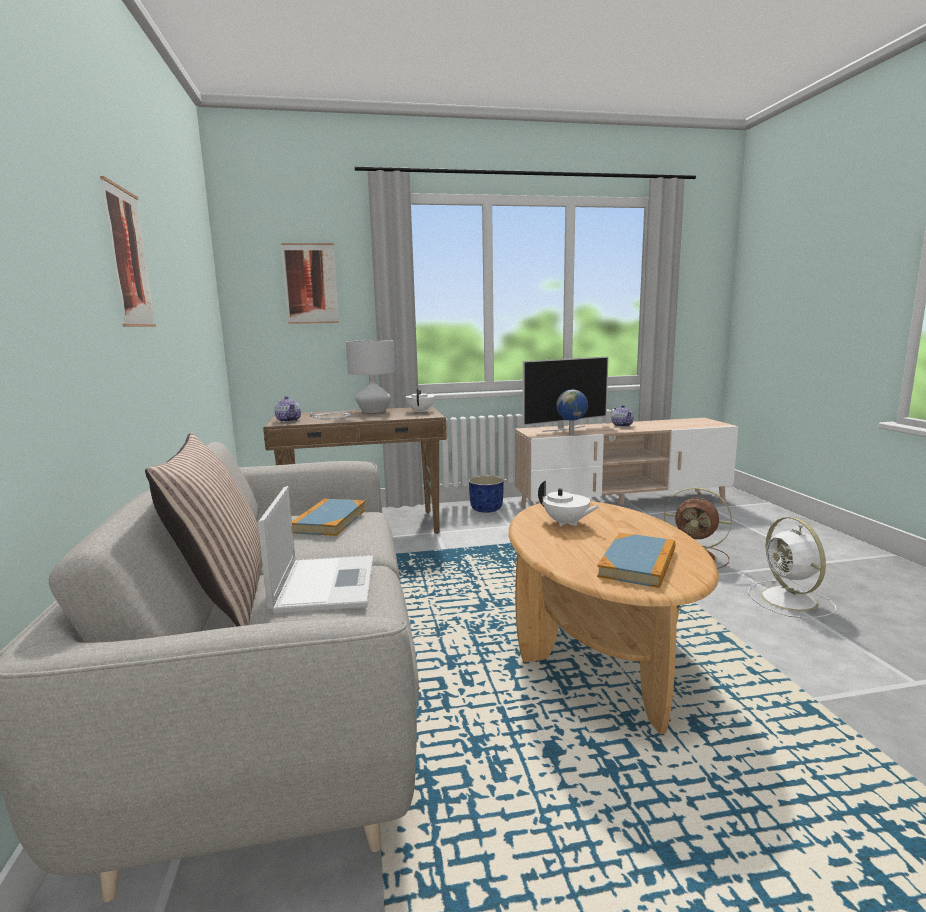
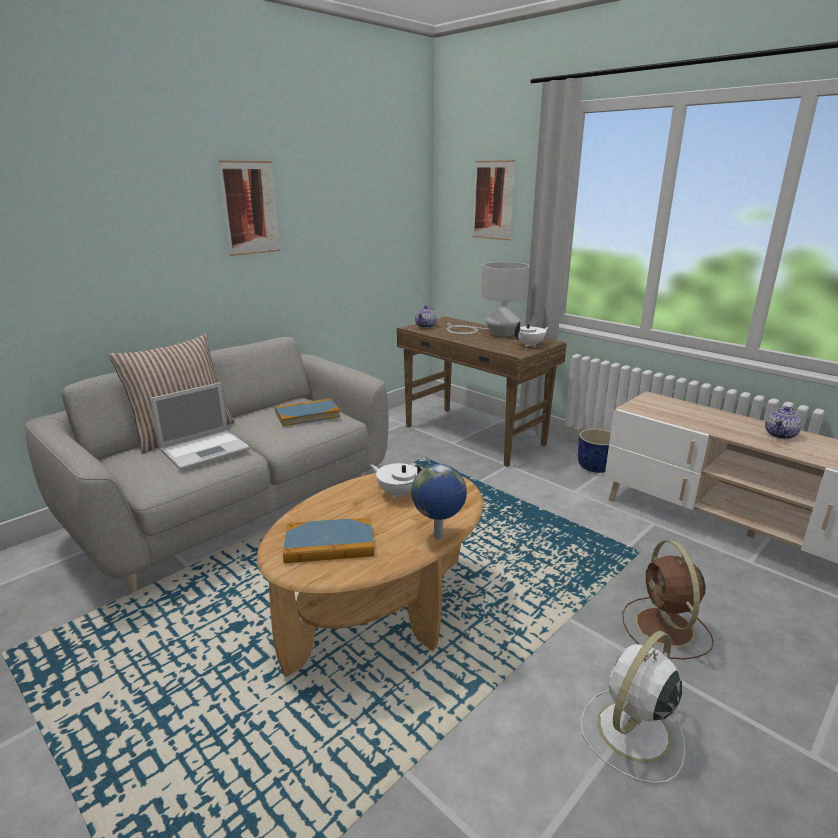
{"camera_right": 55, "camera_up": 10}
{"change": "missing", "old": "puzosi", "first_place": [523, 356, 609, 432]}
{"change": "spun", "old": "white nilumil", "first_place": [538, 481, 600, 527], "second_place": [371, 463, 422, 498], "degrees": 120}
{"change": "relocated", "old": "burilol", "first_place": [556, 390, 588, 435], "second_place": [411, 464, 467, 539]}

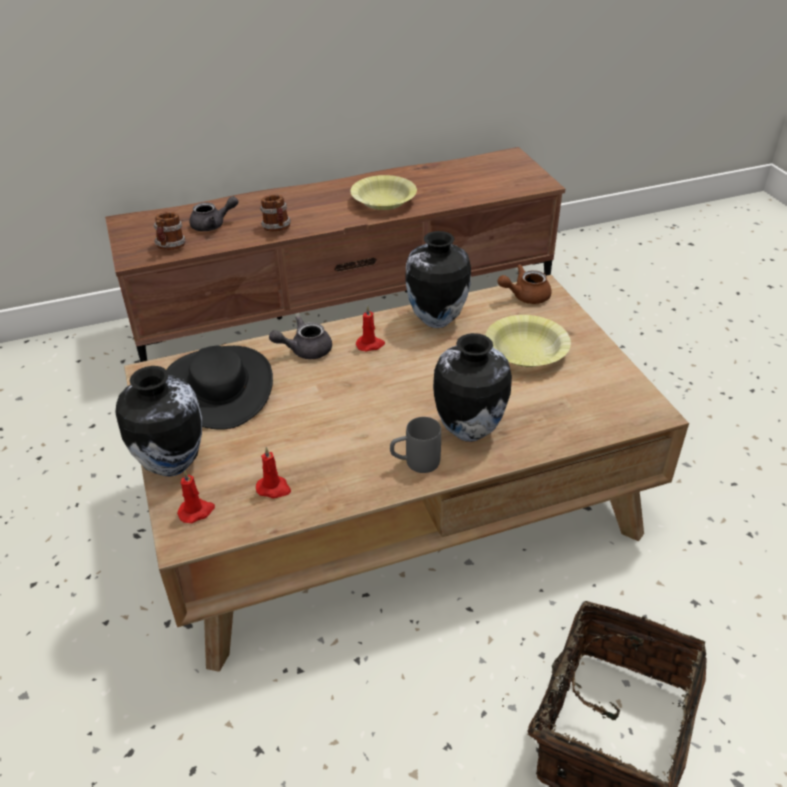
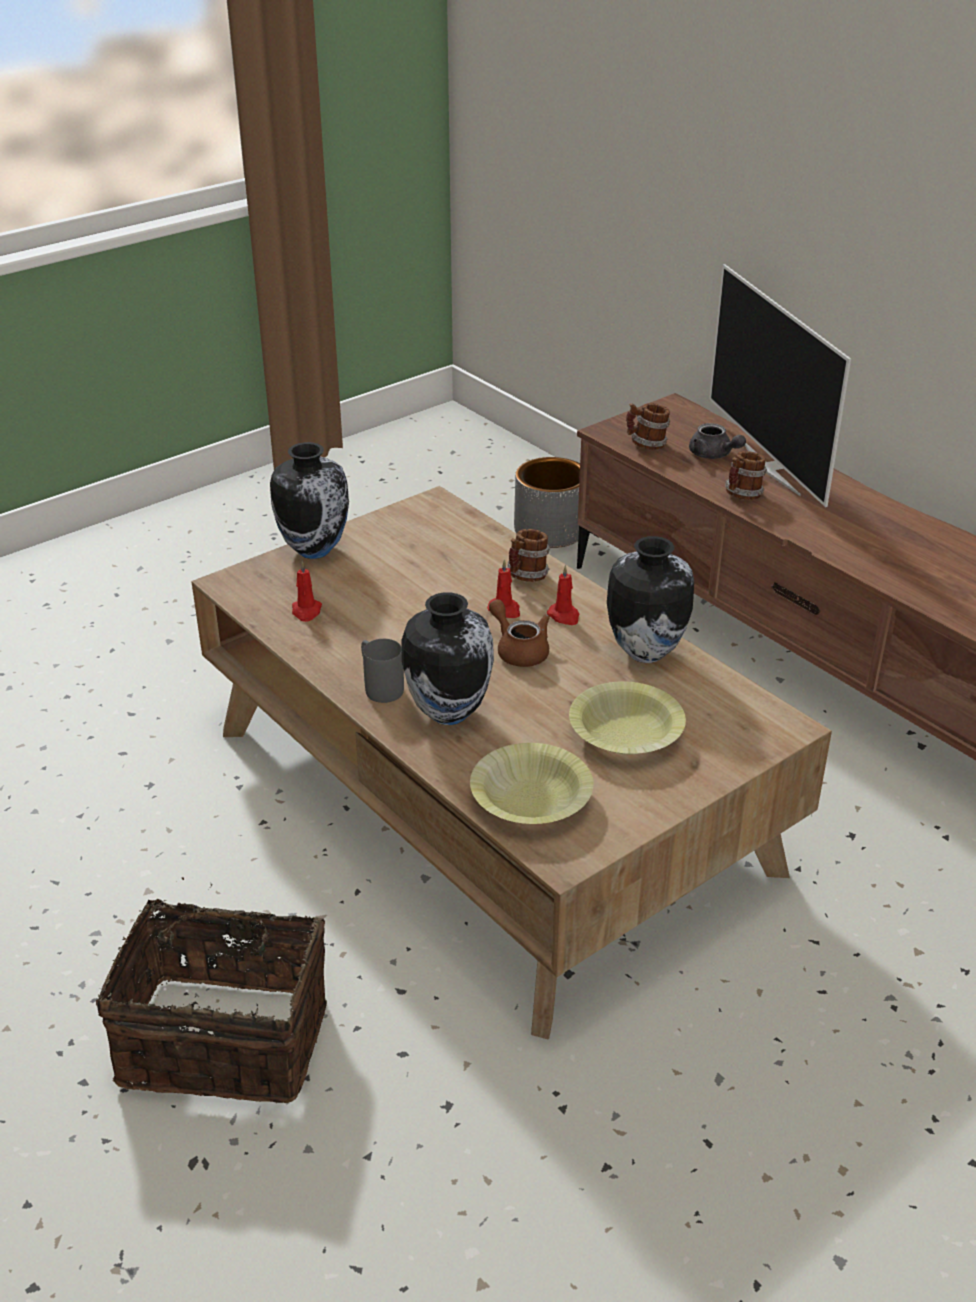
{"camera_right": 70, "camera_up": -5}
{"change": "missing", "old": "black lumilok", "first_place": [166, 346, 273, 430]}
{"change": "relocated", "old": "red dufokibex", "first_place": [177, 471, 215, 523], "second_place": [487, 559, 520, 618]}
{"change": "exchanged", "old": "grey nilumil", "new": "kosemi", "first_place": [269, 316, 332, 359], "second_place": [507, 529, 550, 582]}
{"change": "relocated", "old": "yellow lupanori", "first_place": [350, 175, 417, 210], "second_place": [470, 743, 593, 824]}
{"change": "relocated", "old": "brown nilumil", "first_place": [497, 264, 552, 304], "second_place": [489, 599, 550, 667]}
{"change": "appeared", "new": "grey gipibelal", "second_place": [514, 457, 580, 548]}
{"change": "appeared", "new": "puzosi", "second_place": [709, 264, 851, 507]}

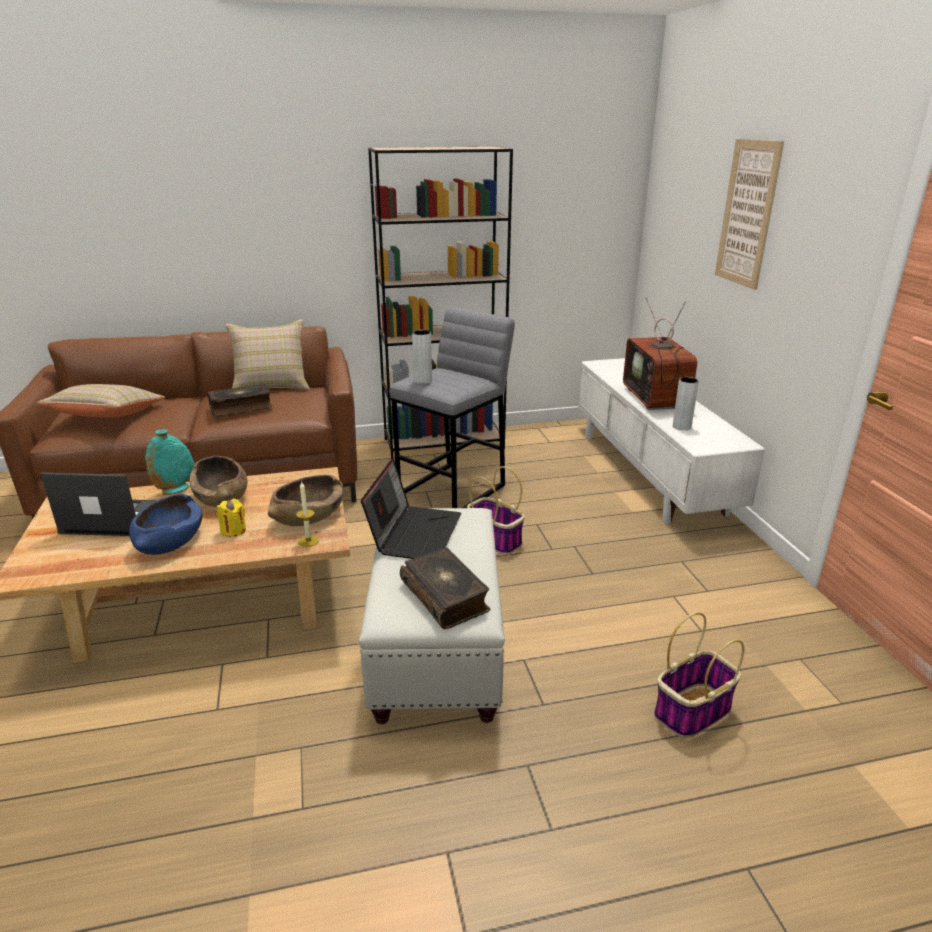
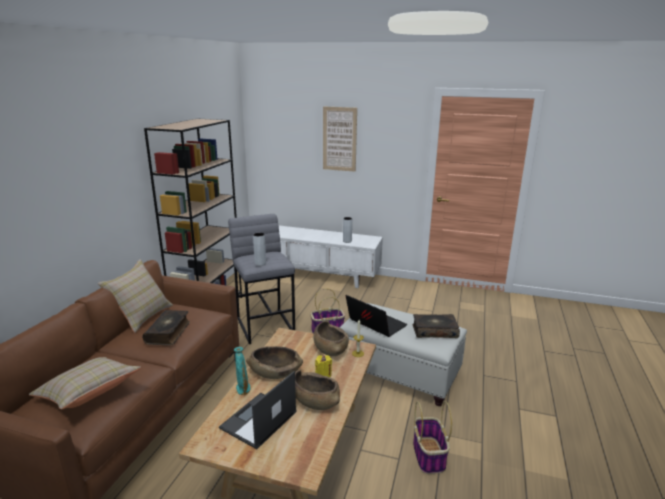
{"camera_right": -60, "camera_up": -5}
{"change": "colour", "old": "blue lupanori", "new": "brown lupanori", "first_place": [129, 493, 203, 555], "second_place": [295, 370, 340, 410]}
{"change": "missing", "old": "puzosi", "first_place": [623, 298, 697, 410]}
{"change": "relocated", "old": "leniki", "first_place": [654, 612, 744, 738], "second_place": [413, 401, 452, 474]}

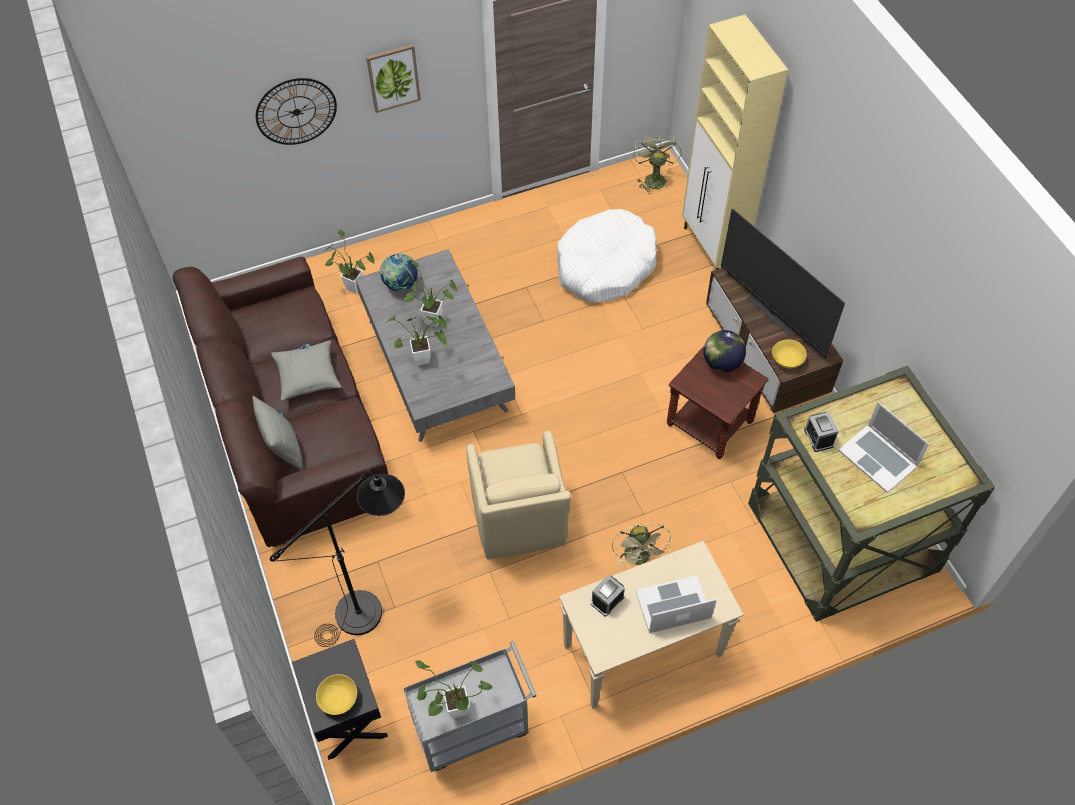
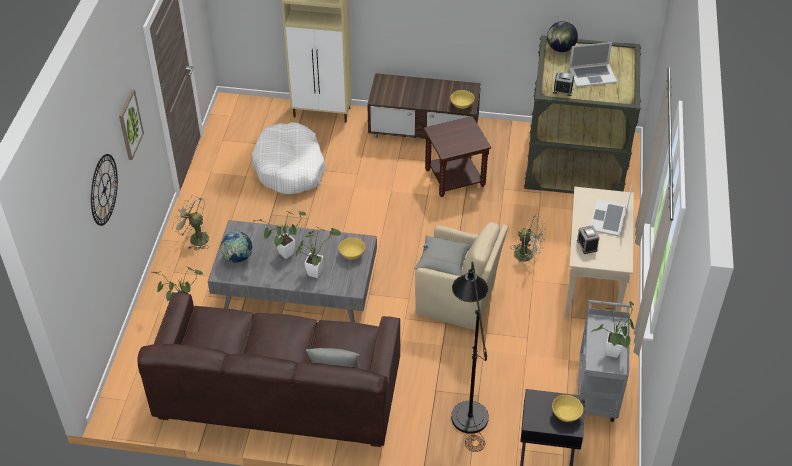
{"camera_right": -60, "camera_up": -10}
{"change": "relocated", "old": "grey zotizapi", "first_place": [271, 341, 341, 401], "second_place": [414, 235, 472, 276]}
{"change": "relocated", "old": "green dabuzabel", "first_place": [633, 132, 682, 194], "second_place": [172, 195, 209, 251]}
{"change": "relocated", "old": "burilol", "first_place": [703, 330, 746, 372], "second_place": [547, 21, 578, 52]}
{"change": "missing", "old": "puzosi", "first_place": [721, 209, 845, 358]}
{"change": "appeared", "new": "yellow lupanori", "second_place": [338, 238, 365, 260]}

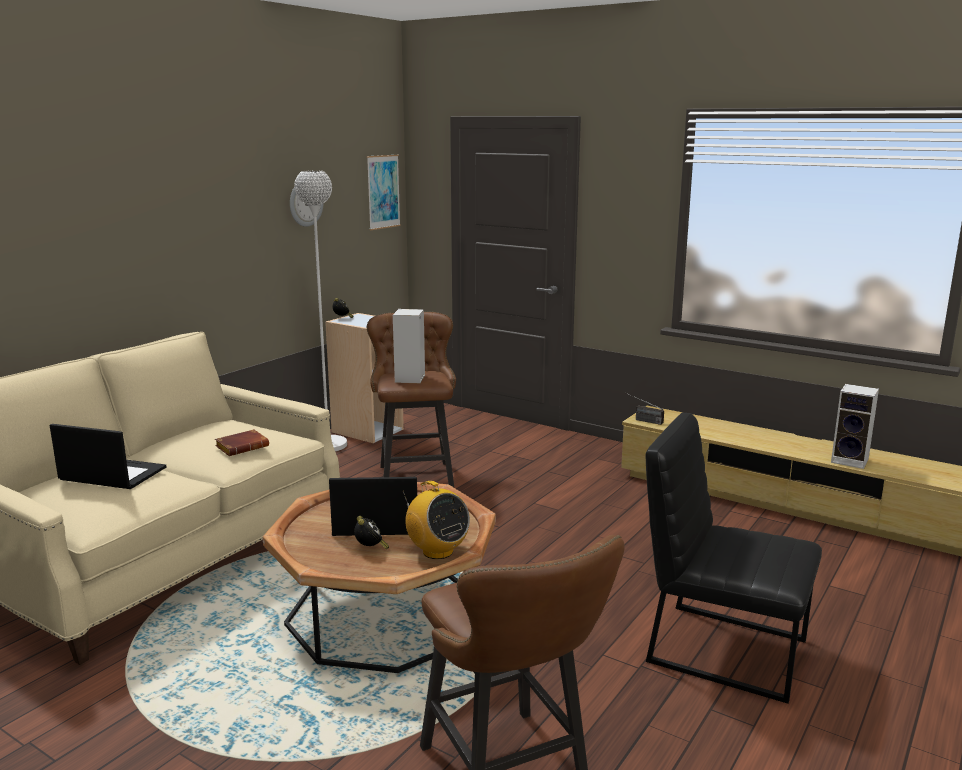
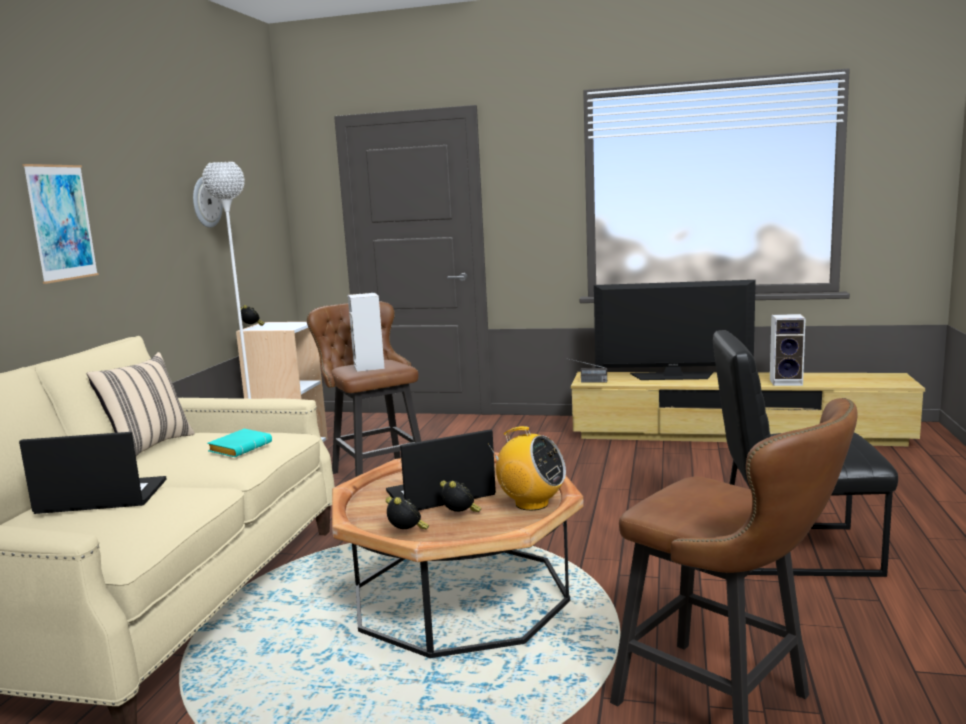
{"camera_right": -20, "camera_up": -5}
{"change": "colour", "old": "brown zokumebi", "new": "turquoise zokumebi", "first_place": [215, 429, 269, 456], "second_place": [207, 429, 272, 457]}
{"change": "relocated", "old": "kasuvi", "first_place": [367, 155, 401, 230], "second_place": [23, 164, 99, 284]}
{"change": "appeared", "new": "beige zotizapi", "second_place": [86, 352, 195, 456]}
{"change": "appeared", "new": "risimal", "second_place": [386, 496, 429, 530]}
{"change": "appeared", "new": "puzosi", "second_place": [594, 280, 756, 380]}

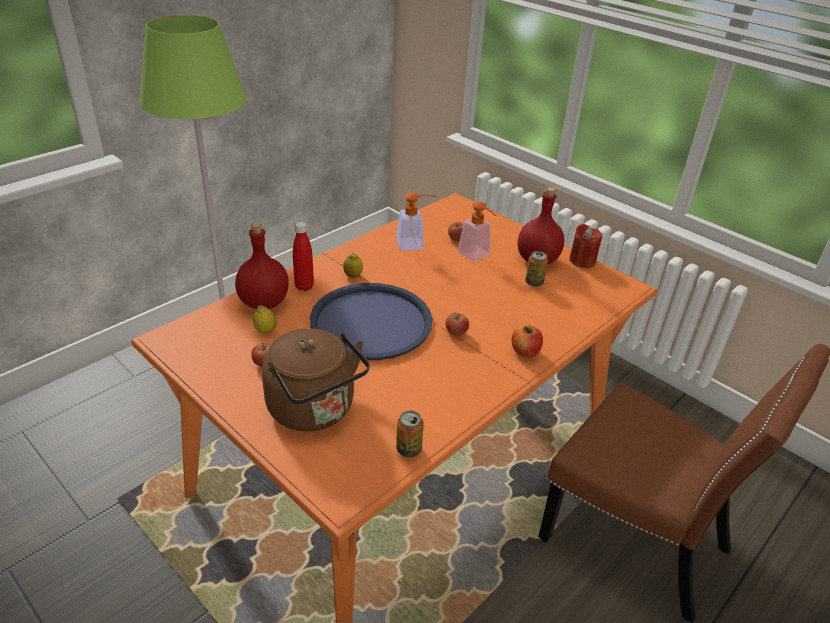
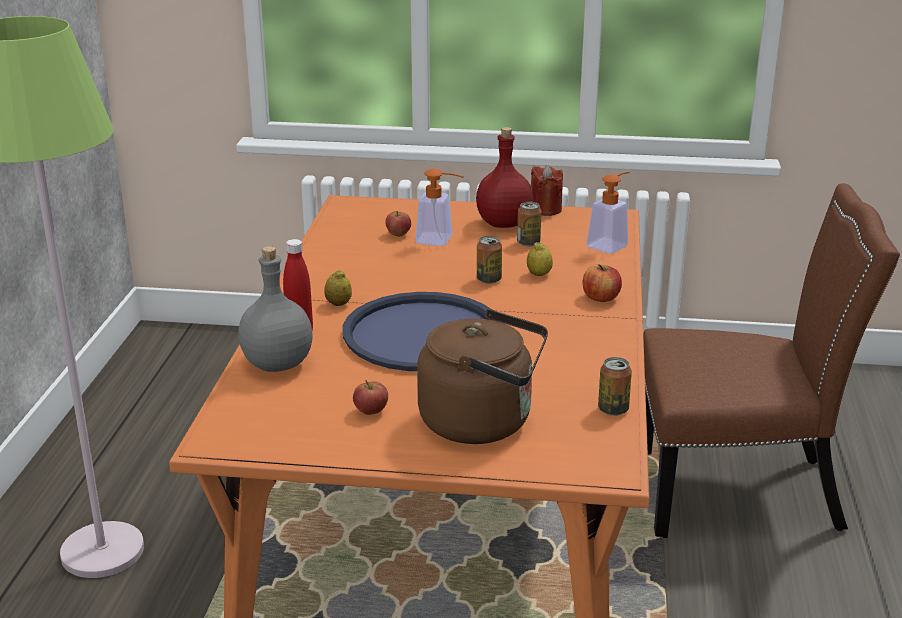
{"camera_right": -35, "camera_up": -10}
{"change": "colour", "old": "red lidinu", "new": "grey lidinu", "first_place": [235, 223, 289, 309], "second_place": [238, 246, 313, 372]}
{"change": "relocated", "old": "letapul", "first_place": [253, 305, 277, 333], "second_place": [527, 242, 553, 276]}
{"change": "relocated", "old": "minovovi", "first_place": [396, 193, 436, 251], "second_place": [587, 172, 630, 254]}
{"change": "missing", "old": "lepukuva", "first_place": [446, 313, 469, 336]}
{"change": "appeared", "new": "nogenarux", "second_place": [477, 236, 502, 284]}

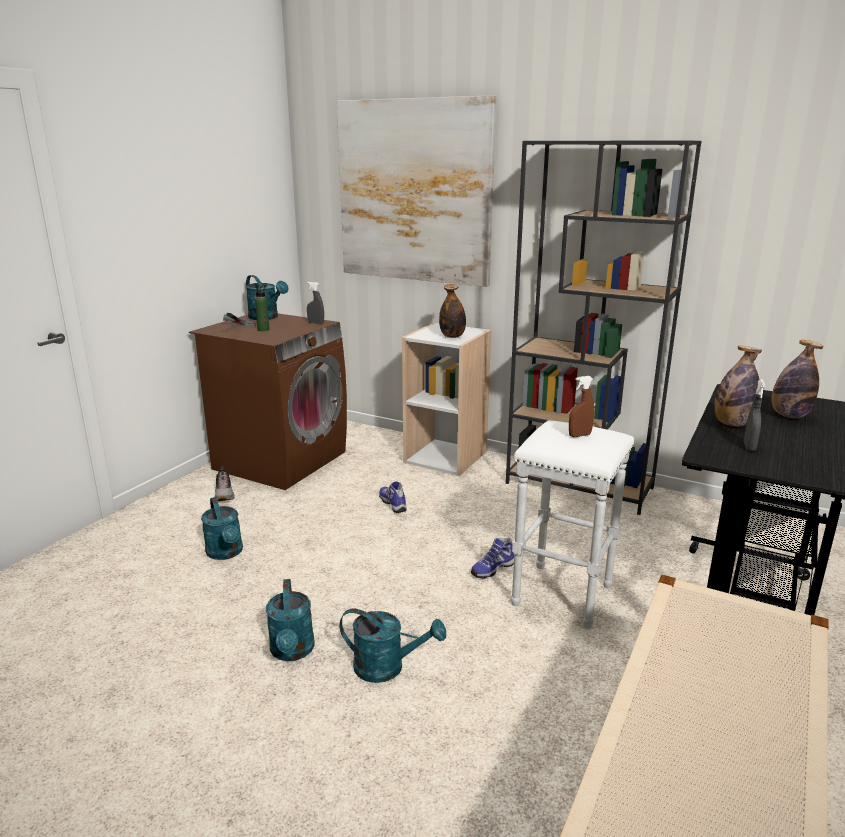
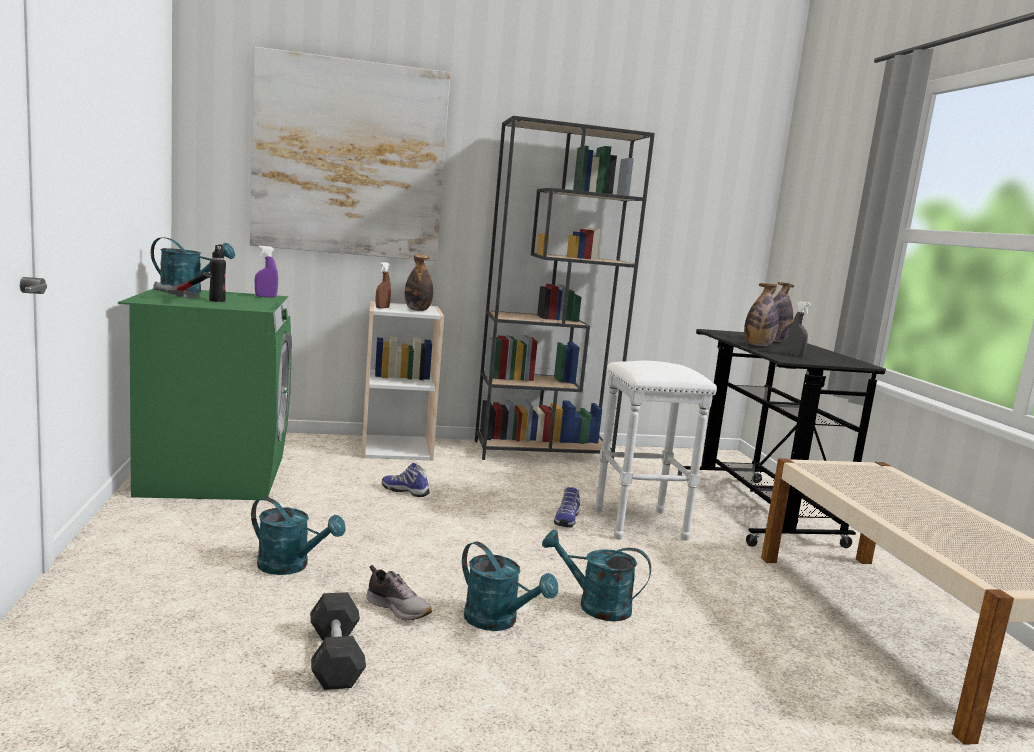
{"camera_right": -40, "camera_up": -10}
{"change": "colour", "old": "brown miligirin", "new": "green miligirin", "first_place": [189, 313, 347, 490], "second_place": [118, 289, 292, 500]}
{"change": "relocated", "old": "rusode", "first_place": [215, 466, 235, 501], "second_place": [367, 565, 432, 620]}
{"change": "colour", "old": "green lidinu", "new": "black lidinu", "first_place": [255, 285, 269, 331], "second_place": [209, 244, 226, 302]}
{"change": "colour", "old": "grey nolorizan", "new": "purple nolorizan", "first_place": [307, 282, 324, 324], "second_place": [255, 246, 278, 298]}
{"change": "spun", "old": "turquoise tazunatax", "first_place": [339, 609, 446, 683], "second_place": [542, 530, 651, 622], "degrees": -135}
{"change": "relocated", "old": "brown nolorizan", "first_place": [569, 376, 594, 437], "second_place": [375, 262, 391, 308]}
{"change": "appeared", "new": "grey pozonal", "second_place": [310, 592, 366, 690]}

